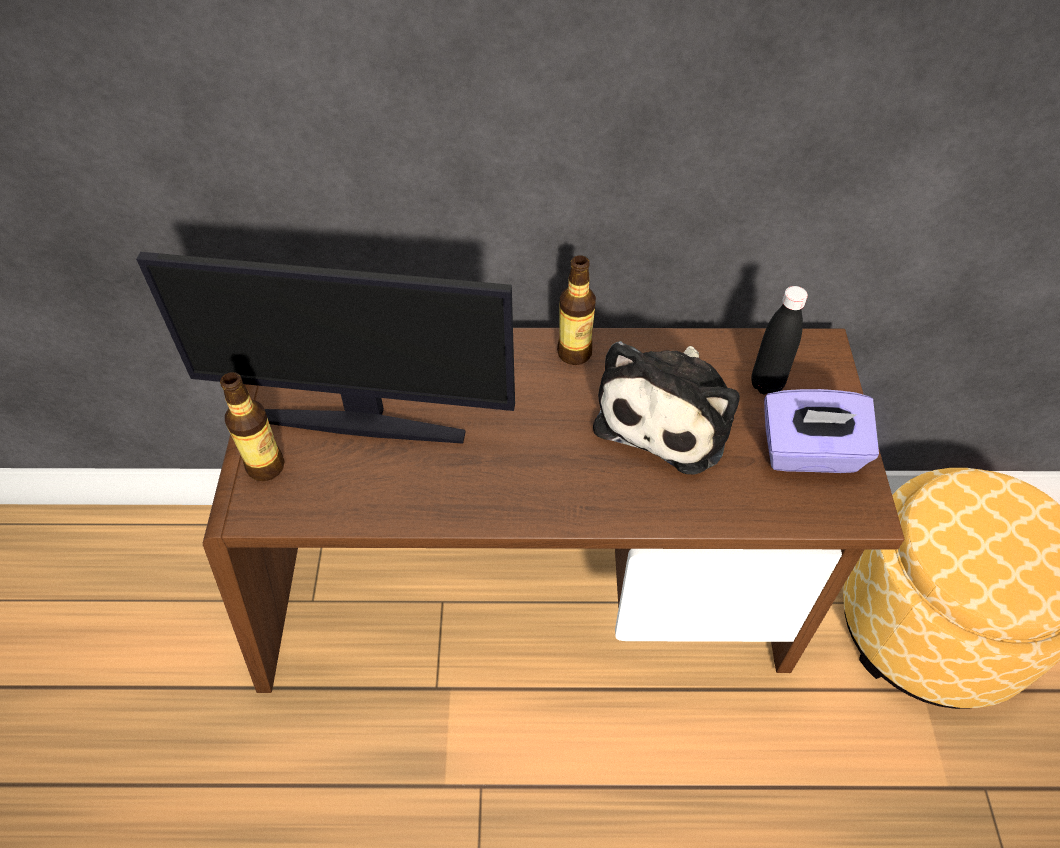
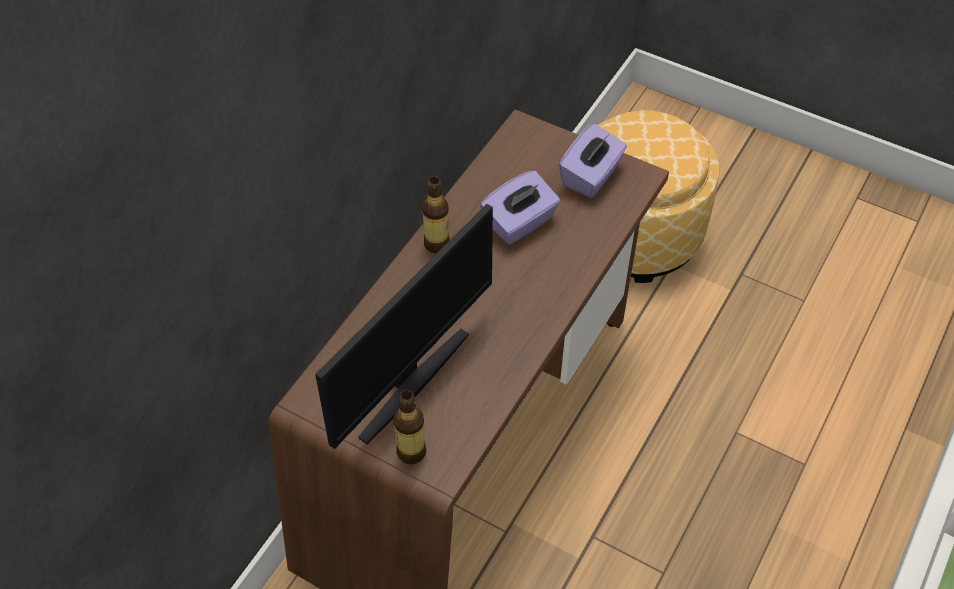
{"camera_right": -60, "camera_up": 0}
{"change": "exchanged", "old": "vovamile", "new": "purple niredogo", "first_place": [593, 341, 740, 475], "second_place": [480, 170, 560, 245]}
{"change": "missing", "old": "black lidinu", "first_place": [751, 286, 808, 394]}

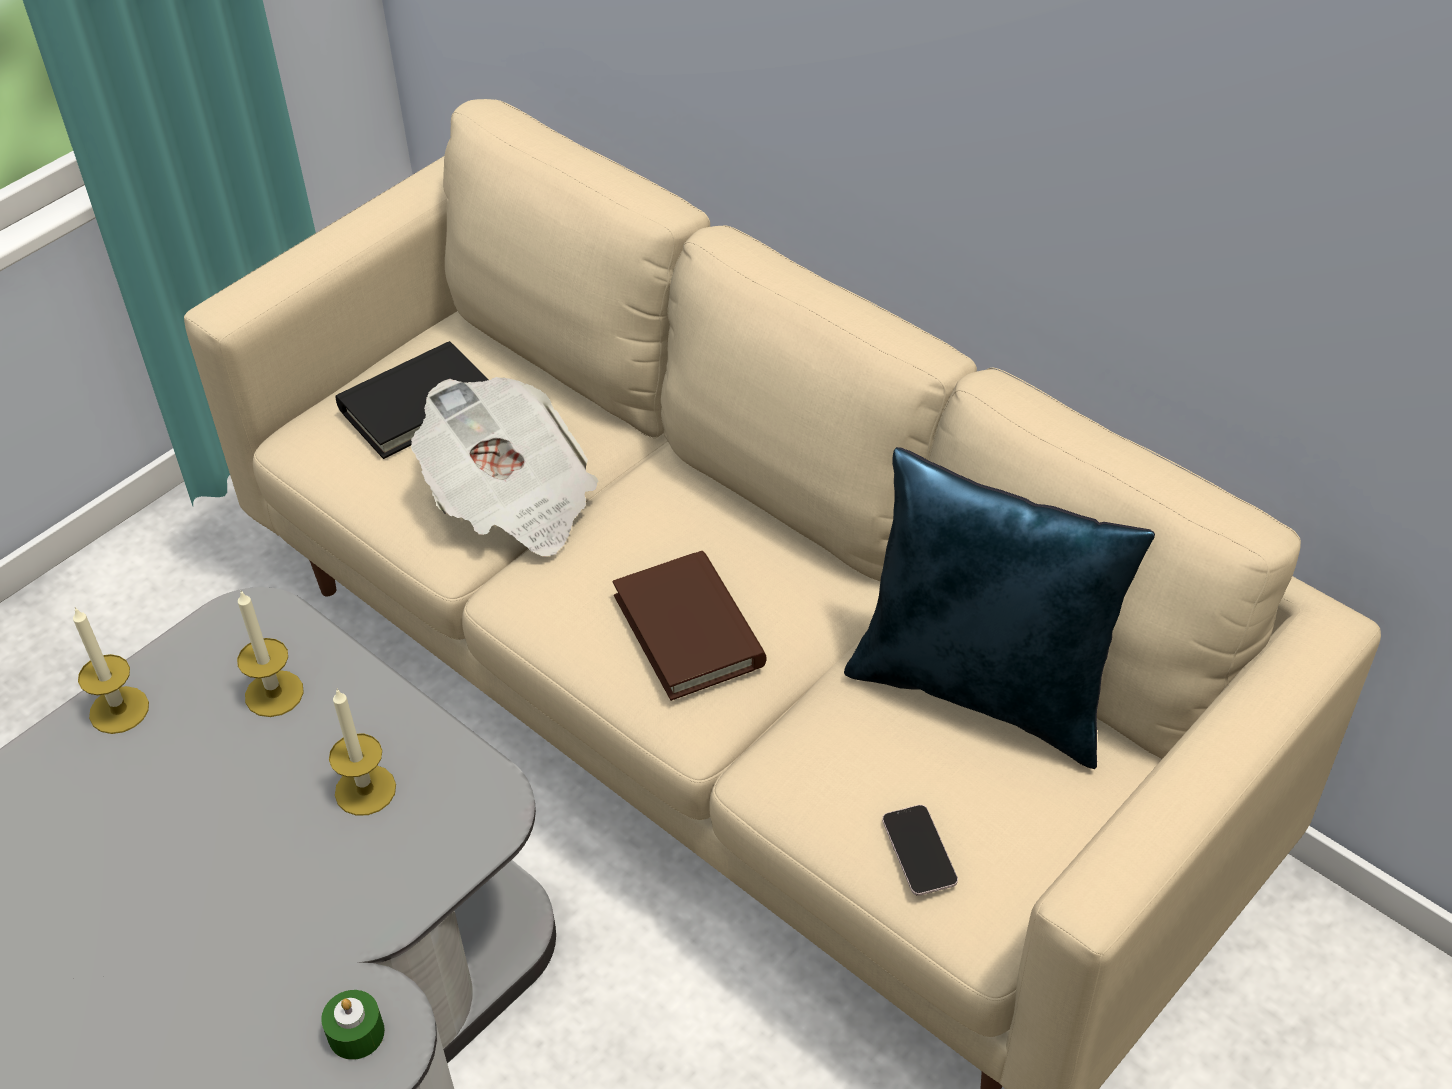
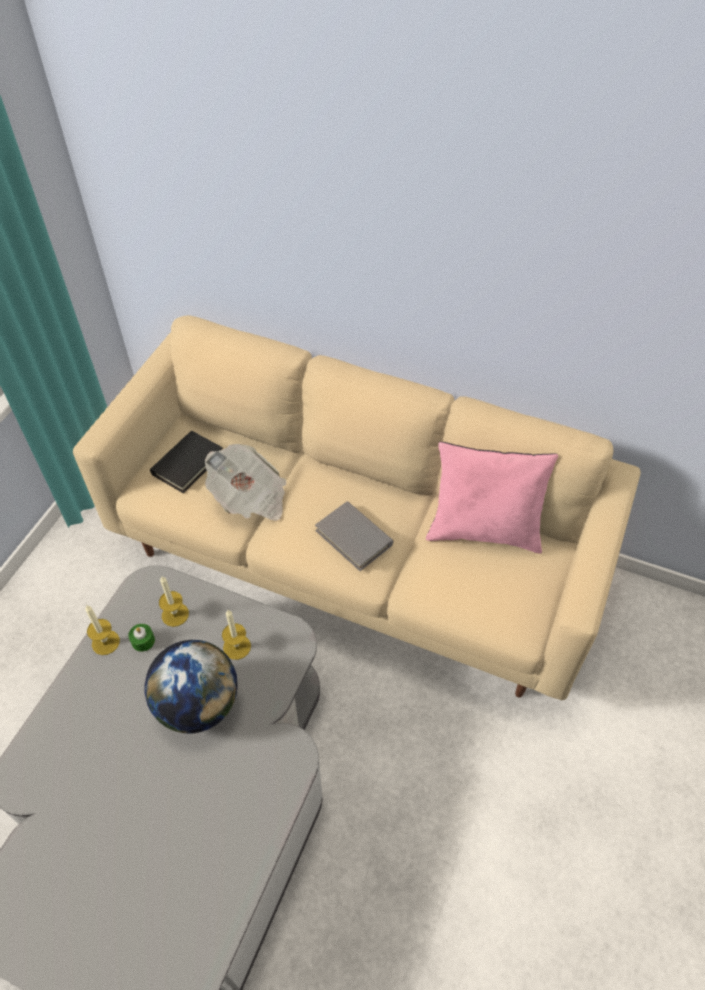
{"camera_right": -20, "camera_up": 5}
{"change": "relocated", "old": "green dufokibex", "first_place": [321, 990, 385, 1060], "second_place": [128, 624, 155, 652]}
{"change": "colour", "old": "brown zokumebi", "new": "grey zokumebi", "first_place": [613, 551, 767, 701], "second_place": [315, 501, 393, 571]}
{"change": "colour", "old": "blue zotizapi", "new": "pink zotizapi", "first_place": [844, 447, 1155, 769], "second_place": [426, 442, 558, 554]}
{"change": "missing", "old": "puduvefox", "first_place": [882, 805, 958, 896]}
{"change": "appeared", "new": "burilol", "second_place": [144, 640, 238, 734]}

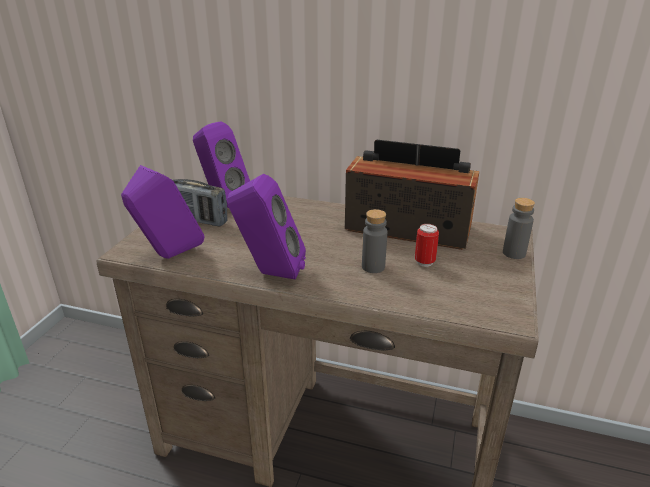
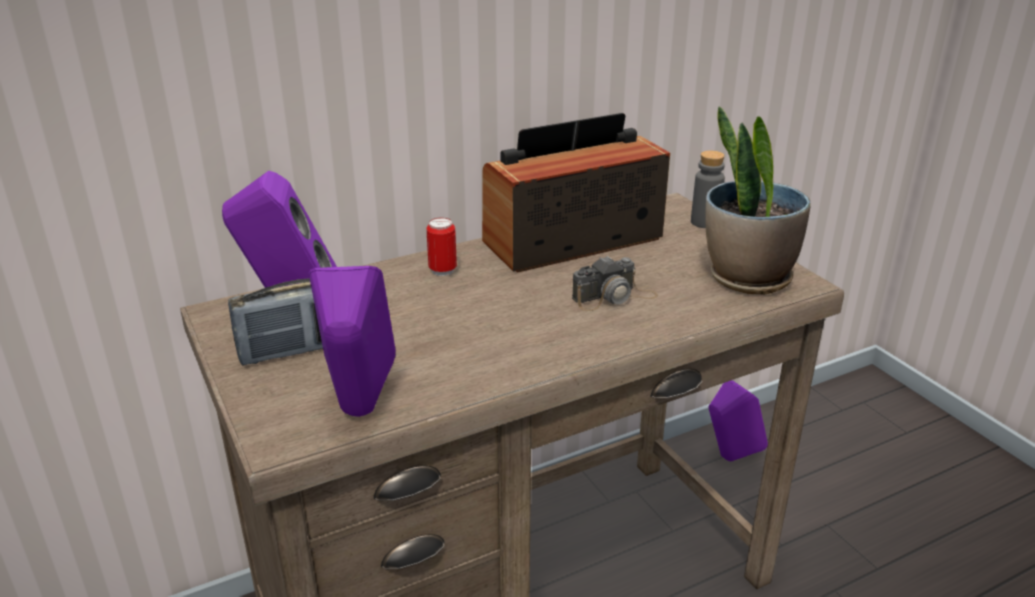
{"camera_right": -45, "camera_up": 0}
{"change": "relocated", "old": "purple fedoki", "first_place": [227, 174, 306, 280], "second_place": [709, 380, 768, 461]}
{"change": "exchanged", "old": "grey lidinu", "new": "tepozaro", "first_place": [362, 209, 387, 273], "second_place": [572, 256, 658, 311]}
{"change": "relocated", "old": "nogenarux", "first_place": [415, 224, 439, 267], "second_place": [426, 218, 457, 276]}
{"change": "appeared", "new": "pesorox", "second_place": [706, 106, 811, 295]}

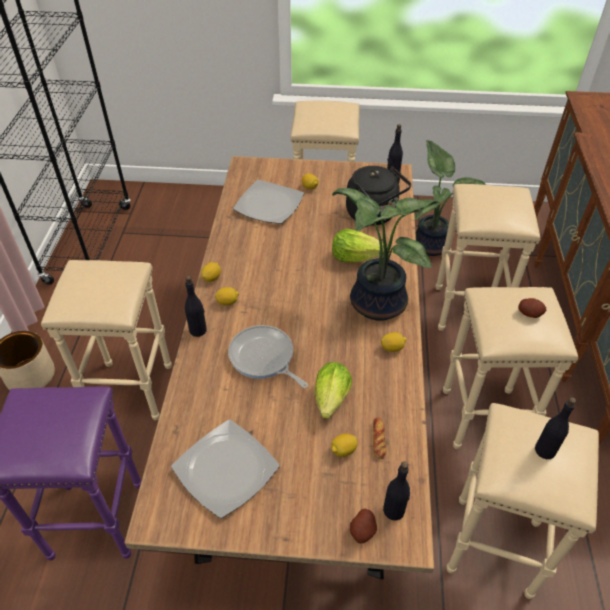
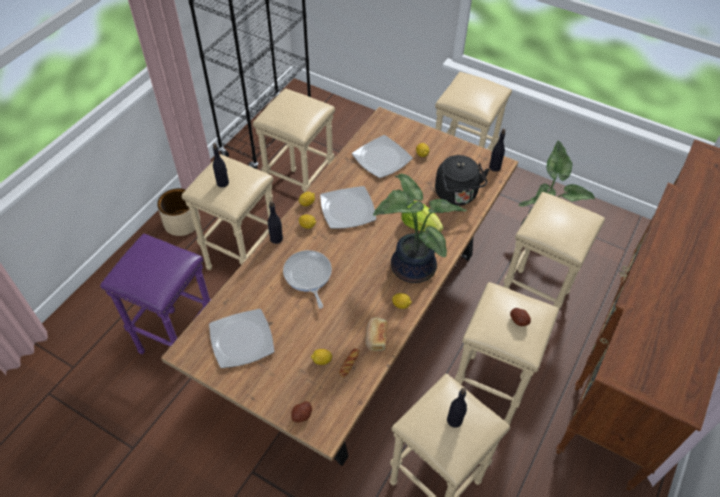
{"camera_right": 25, "camera_up": 5}
{"change": "missing", "old": "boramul", "first_place": [315, 362, 352, 419]}
{"change": "relocated", "old": "black lidinu", "first_place": [383, 462, 410, 521], "second_place": [213, 143, 229, 187]}
{"change": "appeared", "new": "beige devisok", "second_place": [253, 88, 335, 198]}
{"change": "appeared", "new": "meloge", "second_place": [320, 186, 376, 229]}
{"change": "appeared", "new": "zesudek", "second_place": [365, 317, 388, 351]}

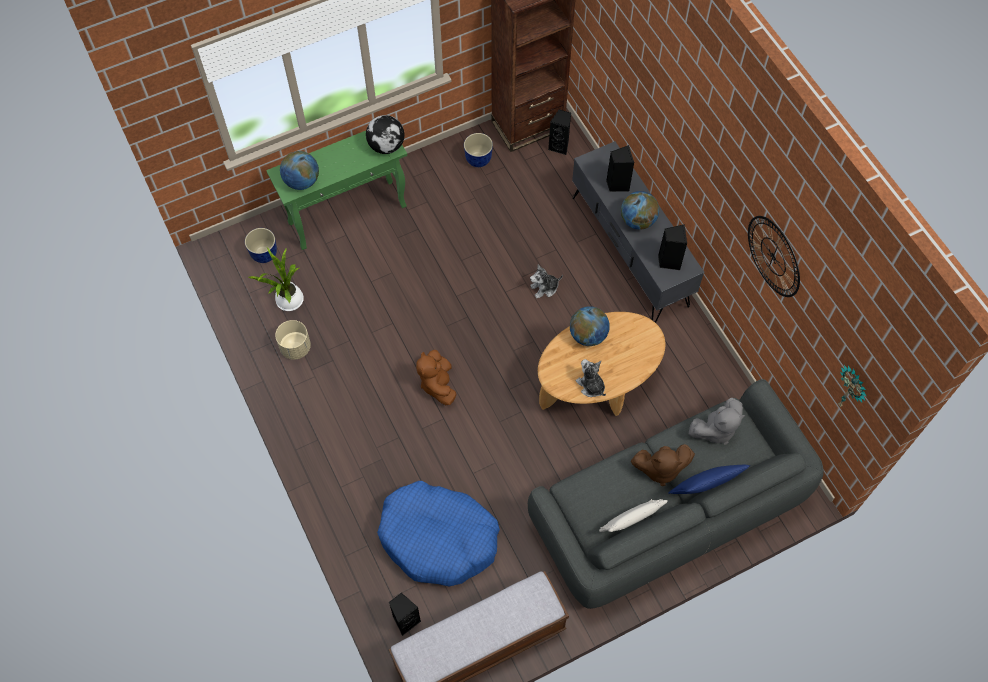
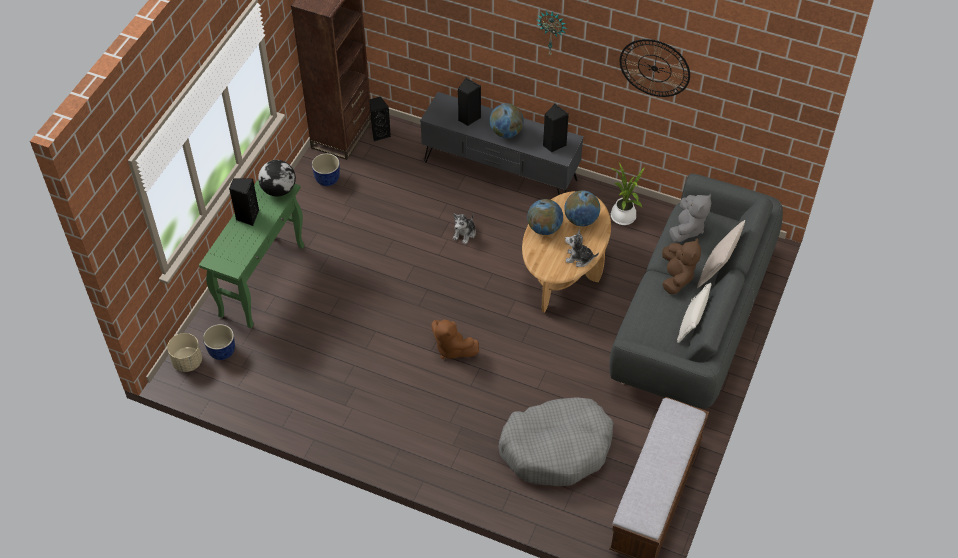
{"camera_right": -40, "camera_up": -10}
{"change": "relocated", "old": "pesorox", "first_place": [248, 247, 304, 311], "second_place": [611, 163, 645, 225]}
{"change": "relocated", "old": "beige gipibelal", "first_place": [275, 320, 311, 360], "second_place": [167, 333, 202, 372]}
{"change": "relocated", "old": "burilol", "first_place": [280, 151, 319, 190], "second_place": [564, 190, 600, 226]}
{"change": "colour", "old": "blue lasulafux", "new": "grey lasulafux", "first_place": [377, 481, 500, 587], "second_place": [499, 397, 613, 486]}
{"change": "relocated", "old": "black fedoki", "first_place": [389, 593, 421, 636], "second_place": [229, 178, 259, 226]}
{"change": "spun", "old": "brown vovamile", "first_place": [631, 444, 695, 486], "second_place": [662, 238, 701, 294], "degrees": -45}
{"change": "colour", "old": "blue zotizapi", "new": "beige zotizapi", "first_place": [668, 465, 750, 494], "second_place": [697, 220, 745, 288]}
{"change": "relocated", "old": "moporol", "first_place": [838, 365, 867, 407], "second_place": [537, 11, 567, 55]}

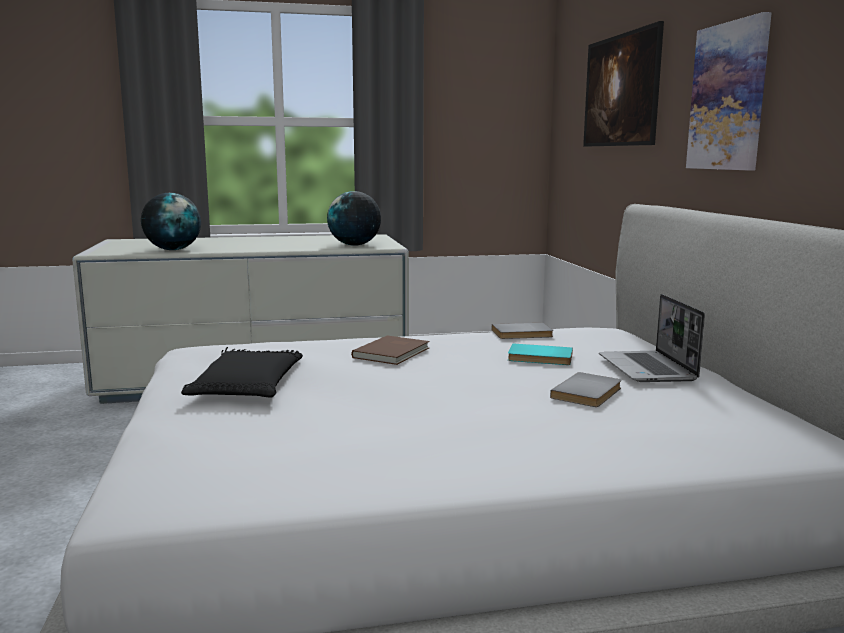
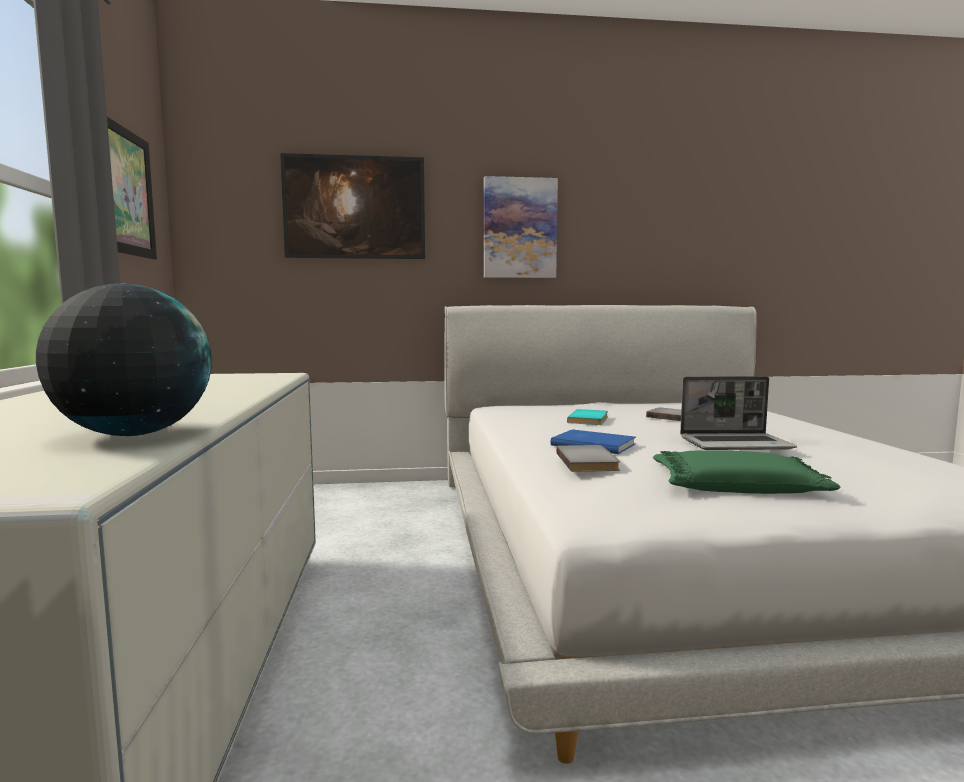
{"camera_right": -85, "camera_up": -5}
{"change": "colour", "old": "black zotizapi", "new": "green zotizapi", "first_place": [181, 347, 303, 398], "second_place": [653, 450, 840, 494]}
{"change": "missing", "old": "burilol", "first_place": [327, 191, 381, 246]}
{"change": "colour", "old": "brown zokumebi", "new": "blue zokumebi", "first_place": [351, 335, 429, 365], "second_place": [551, 429, 636, 454]}
{"change": "relocated", "old": "grey zokumebi", "first_place": [492, 323, 553, 339], "second_place": [556, 445, 620, 472]}
{"change": "relocated", "old": "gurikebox", "first_place": [599, 294, 705, 382], "second_place": [680, 376, 797, 450]}
{"change": "appeared", "new": "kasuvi", "second_place": [107, 117, 157, 260]}

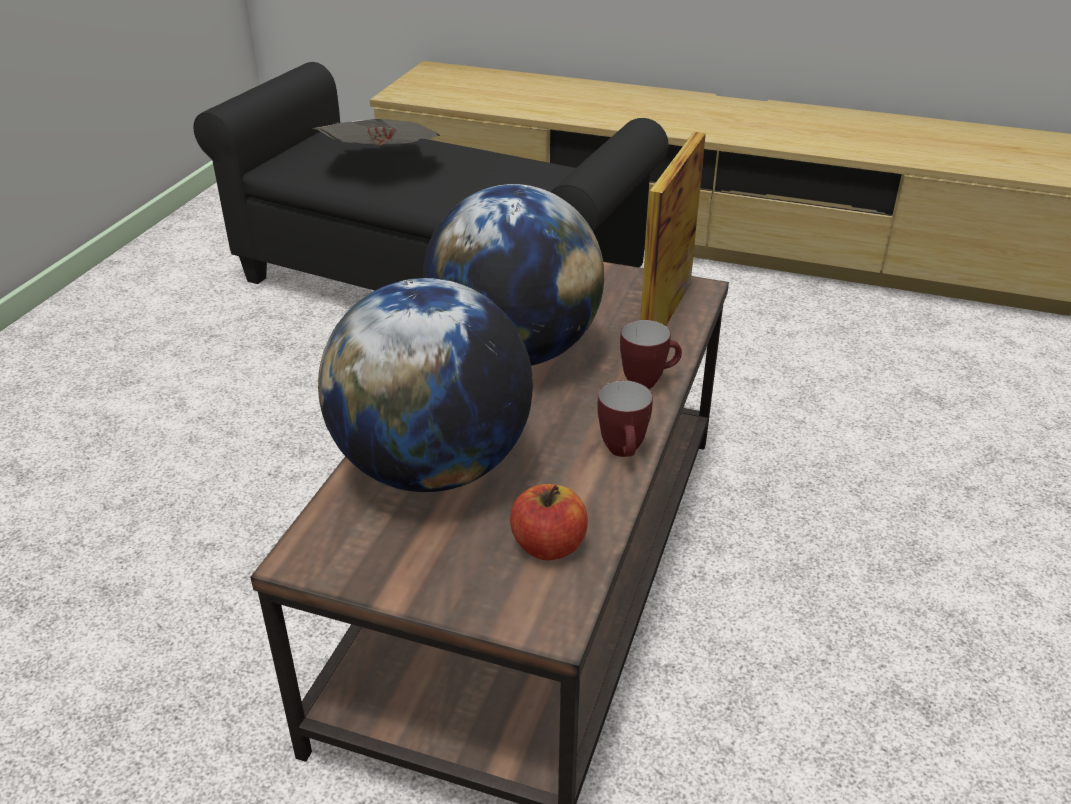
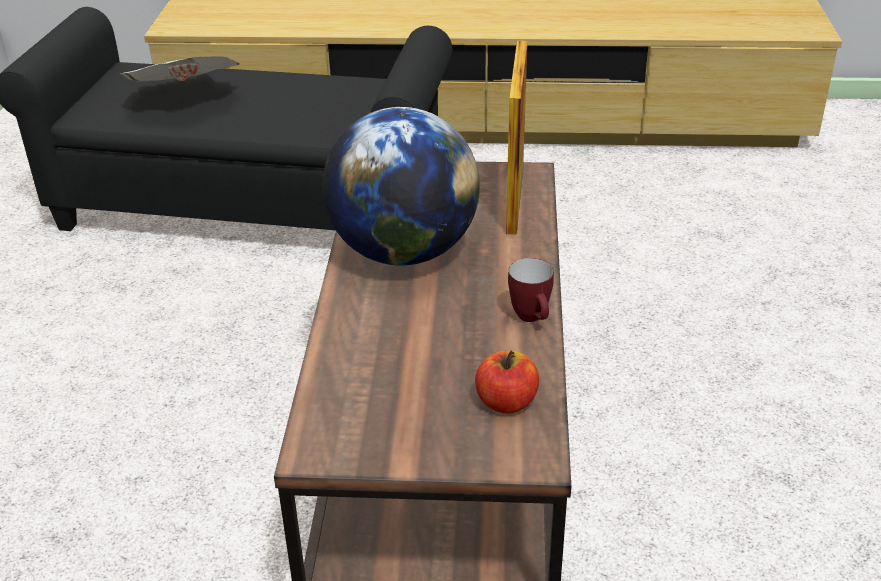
{"camera_right": -15, "camera_up": 0}
{"change": "missing", "old": "burilol", "first_place": [318, 278, 533, 492]}
{"change": "missing", "old": "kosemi", "first_place": [620, 320, 682, 389]}

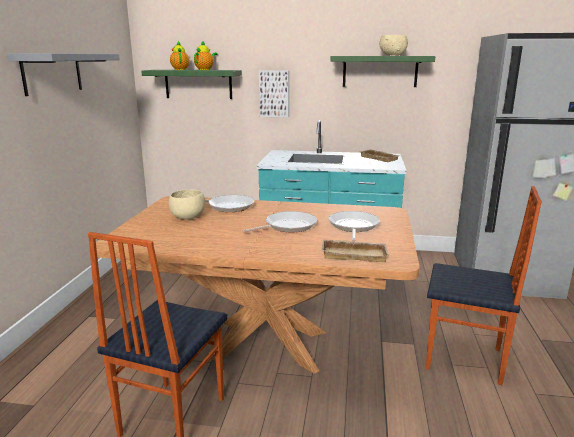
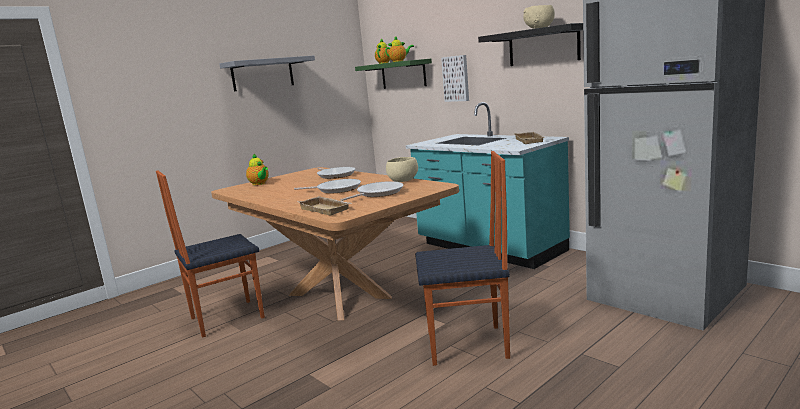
{"camera_right": 40, "camera_up": -5}
{"change": "relocated", "old": "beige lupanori", "first_place": [169, 190, 205, 220], "second_place": [386, 157, 418, 182]}
{"change": "colour", "old": "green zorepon", "new": "black zorepon", "first_place": [331, 56, 436, 87], "second_place": [478, 23, 583, 66]}
{"change": "spun", "old": "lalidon", "first_place": [426, 186, 542, 385], "second_place": [415, 151, 510, 366], "degrees": -60}
{"change": "appeared", "new": "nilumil", "second_place": [246, 154, 269, 185]}

